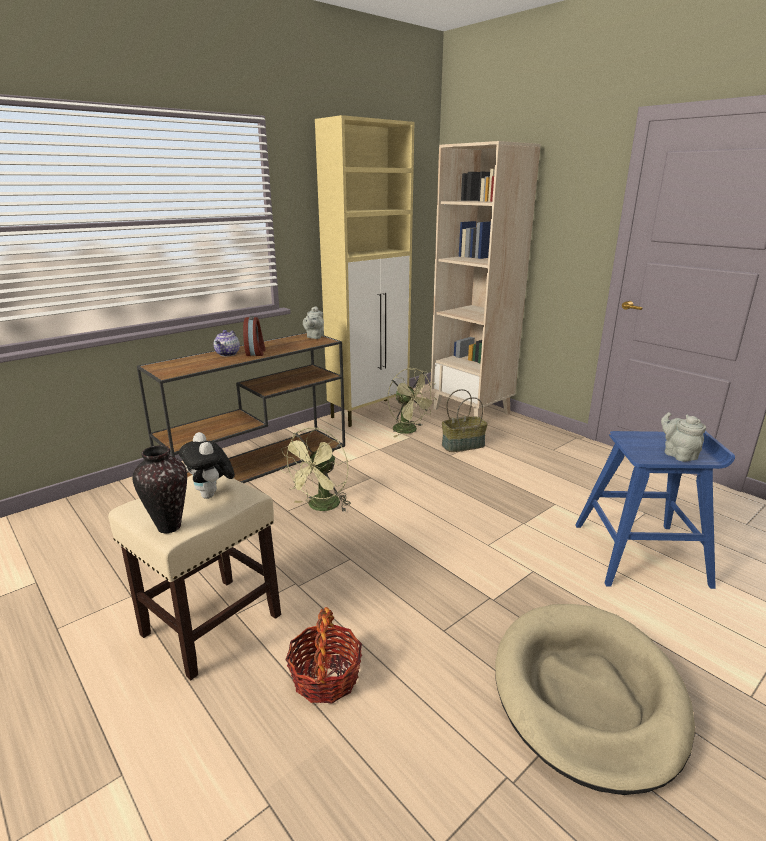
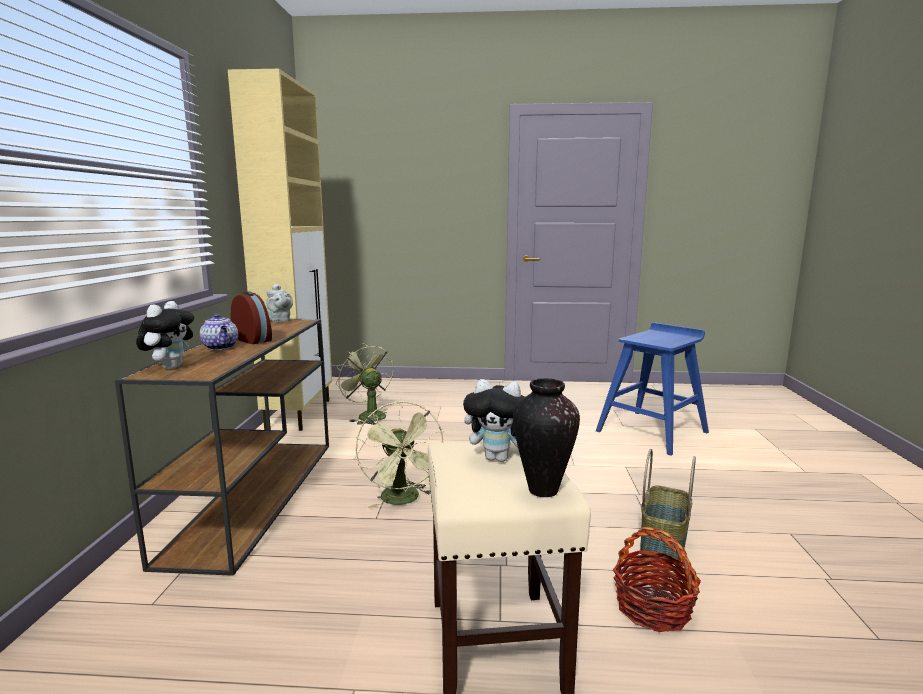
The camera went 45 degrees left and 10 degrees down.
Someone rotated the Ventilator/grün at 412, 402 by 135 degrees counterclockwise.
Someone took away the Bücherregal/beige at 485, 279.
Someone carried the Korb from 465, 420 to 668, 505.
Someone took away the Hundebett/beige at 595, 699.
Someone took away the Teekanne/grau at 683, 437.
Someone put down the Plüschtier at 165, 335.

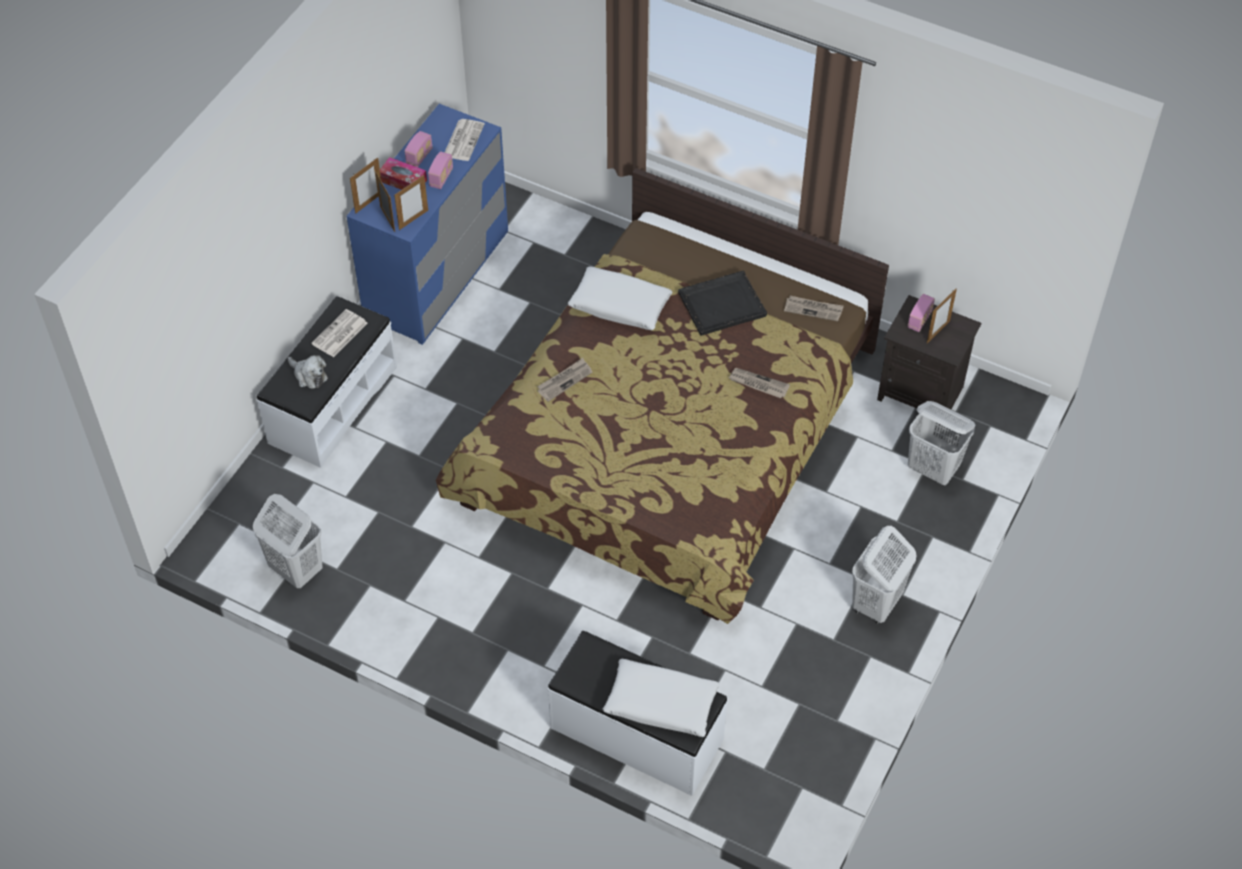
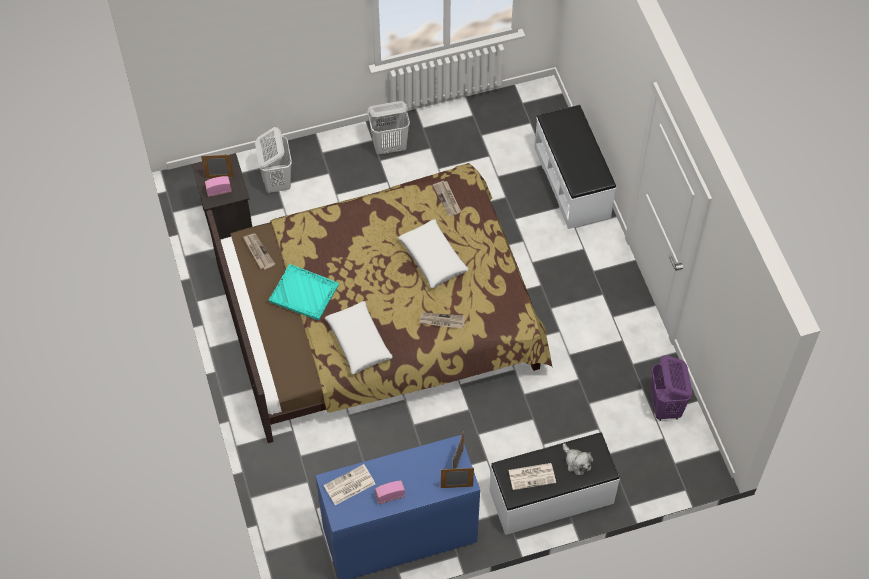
The camera went 135 degrees left and 5 degrees up.
Someone repainted the Wäschekorb/weiß at 288, 541, which became the Wäschekorb/lila at 671, 388.
Someone rotated the Plüschtier at 308, 372 by 150 degrees clockwise.
Someone took away the Taschentuchbox at 403, 173.
Someone took away the Bilderrahmen at 411, 202.
Someone took away the Radio at 440, 170.
Someone carried the Kissen/weiß from 661, 698 to 433, 254.
Someone repainted the Tablett/schwarz at 722, 303, which became the Tablett/türkis at 304, 292.
Someone carried the Zeitung from 759, 383 to 447, 199.

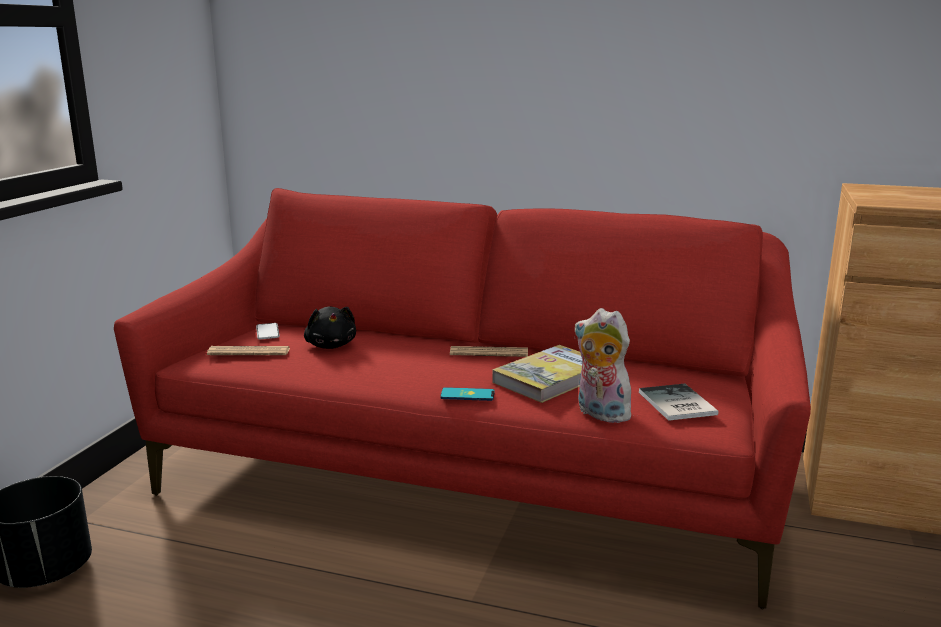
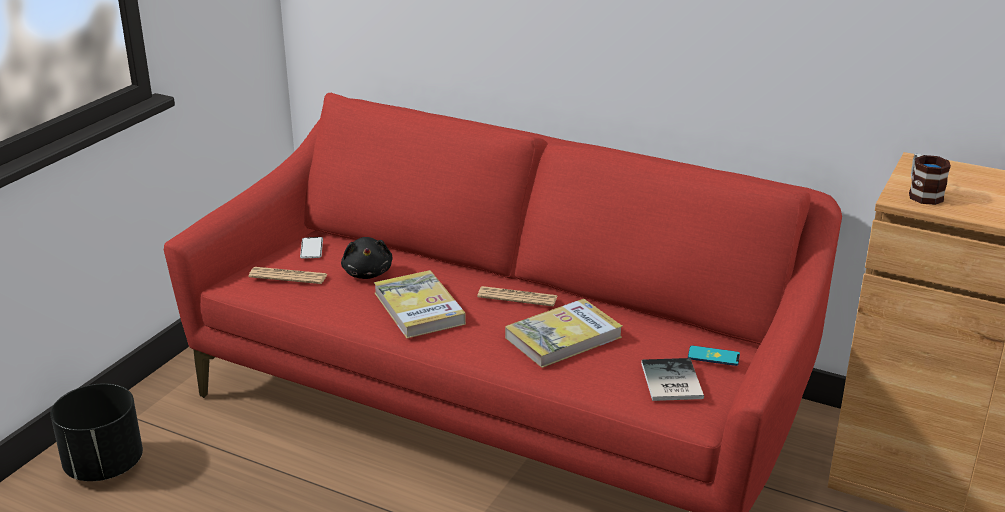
The camera went 10 degrees right and 10 degrees up.
Someone carried the Handy from 467, 394 to 714, 356.
Someone took away the Plüschtier at 604, 365.
Someone put down the Buch at 420, 304.
Someone put down the Henkelbecher at 930, 179.

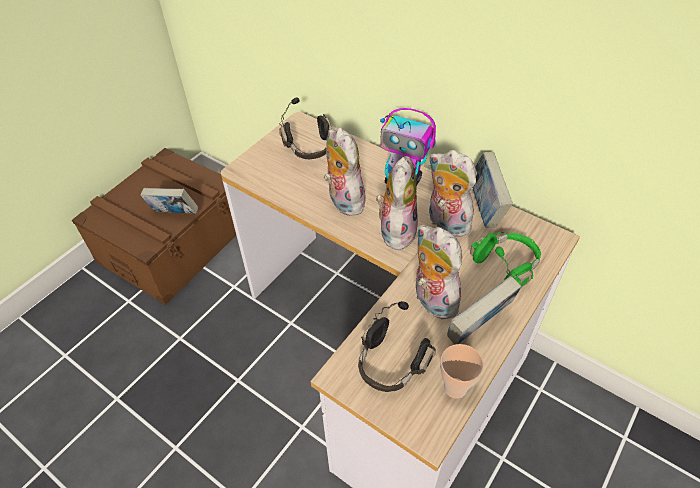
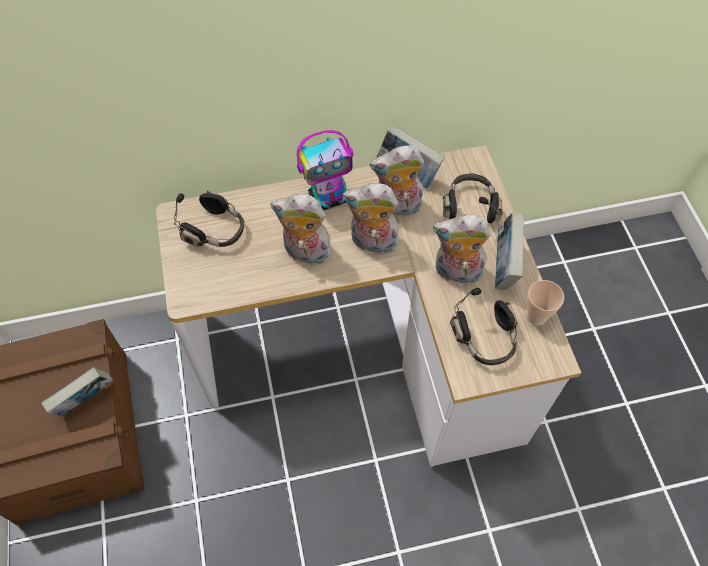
The camera went 50 degrees left and 10 degrees up.
Someone rotated the Plüschtier at 397, 203 by 45 degrees counterclockwise.
Someone repainted the Kopfhörer/grün at 505, 259, which became the Kopfhörer/schwarz at 473, 198.

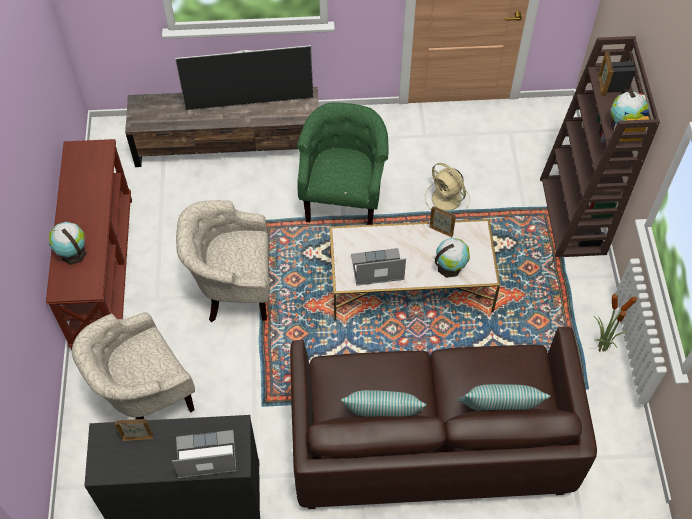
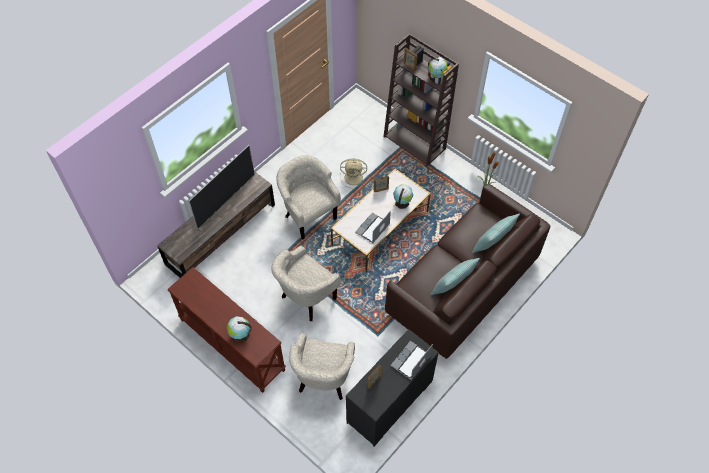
The camera went 45 degrees left and 0 degrees up.
Someone repainted the Sessel/grün at 342, 163, which became the Sessel/beige at 308, 197.

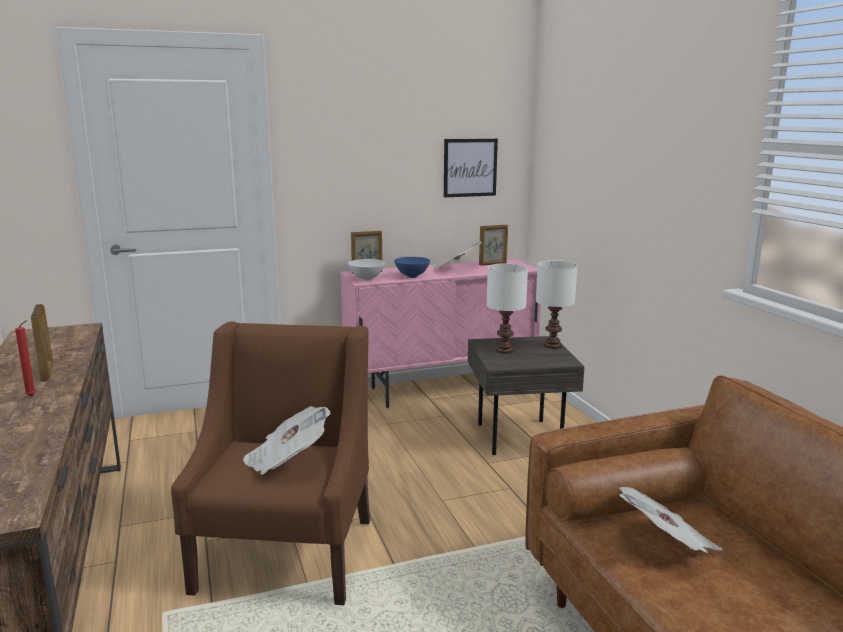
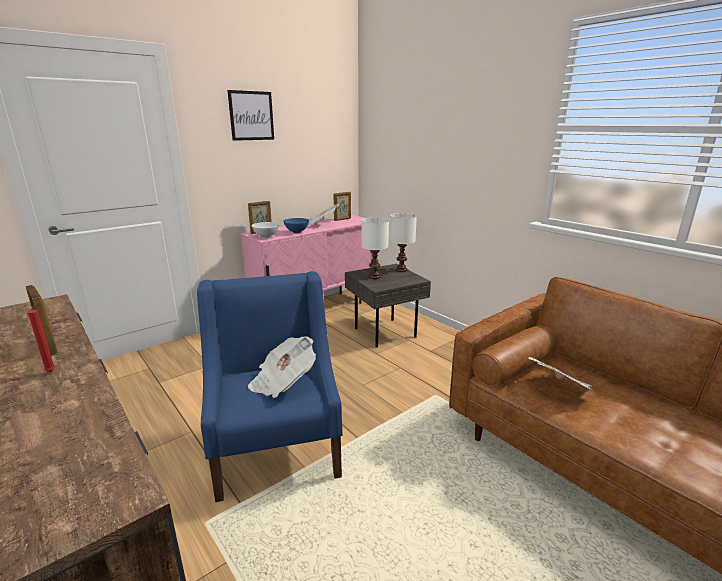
The camera went 20 degrees left and 5 degrees up.
Someone repainted the Sessel/braun at 270, 463, which became the Sessel/blau at 270, 386.
Someone carried the Bild from 471, 168 to 250, 115.

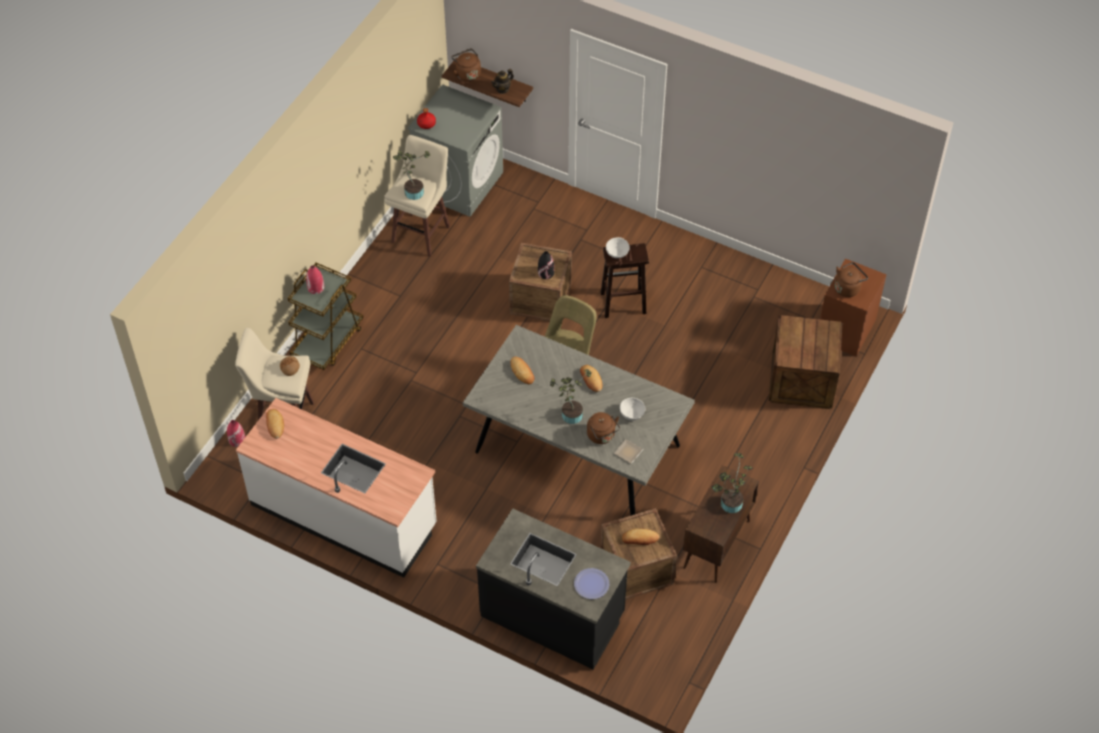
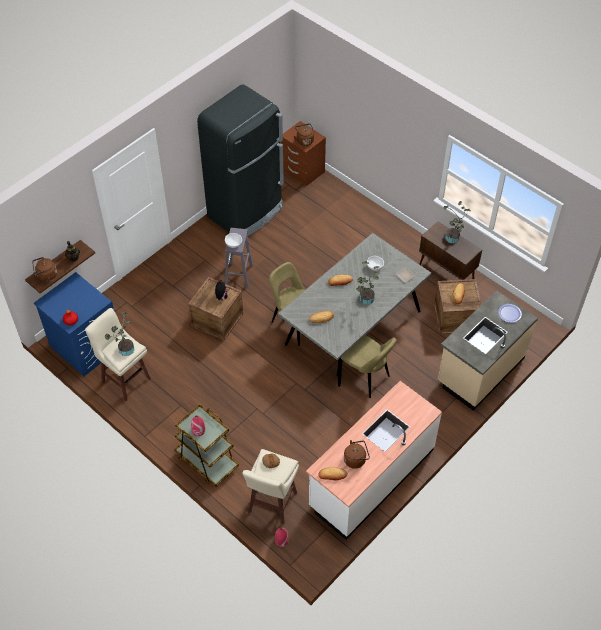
The camera went 75 degrees left and 0 degrees up.
Someone repainted the Waschmaschine/grau at 455, 150, which became the Waschmaschine/blau at 74, 324.
Someone repainted the Küchenzeile/schwarz at 553, 588, which became the Küchenzeile/beige at 488, 350.
Someone carried the Wasserkessel/braun from 603, 428 to 357, 454.
Someone repainted the Hocker/braun at 625, 280, which became the Hocker/grau at 239, 258.
Someone took away the Kiste at 805, 362.
Someone put down the Kühlschrank/schwarz at 240, 160.
Someone put down the Stuhl/beige at 366, 366.

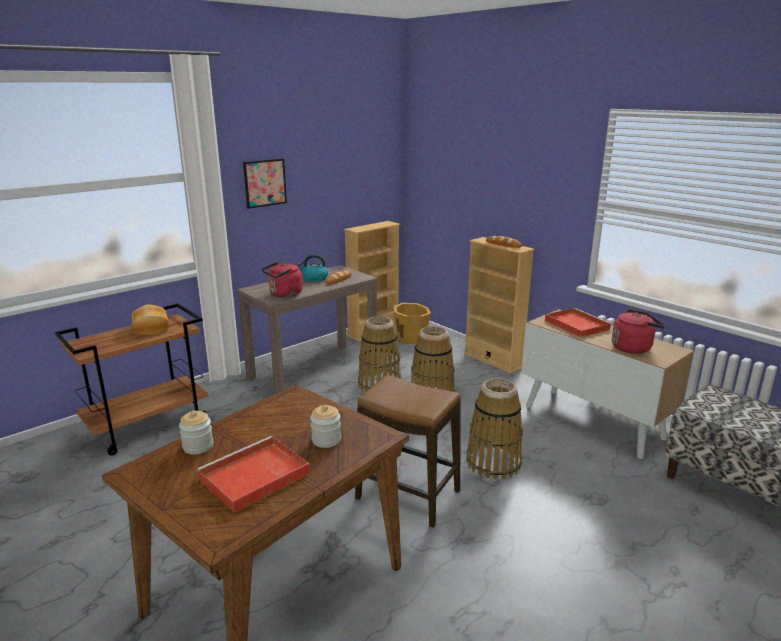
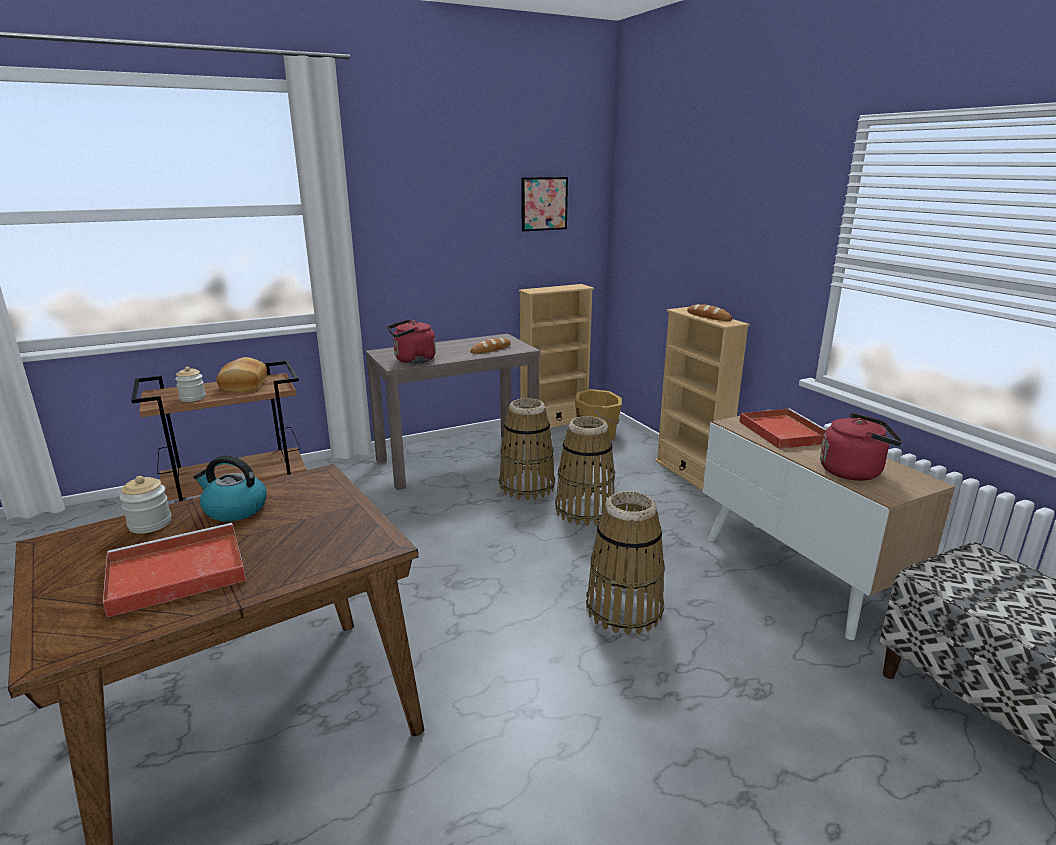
The camera went 15 degrees right and 0 degrees up.
Someone carried the Bild from 265, 184 to 544, 204.
Someone carried the Wasserkessel from 313, 268 to 230, 489.
Someone carried the Vorratsglas from 325, 426 to 190, 384.
Someone took away the Hocker at 408, 451.

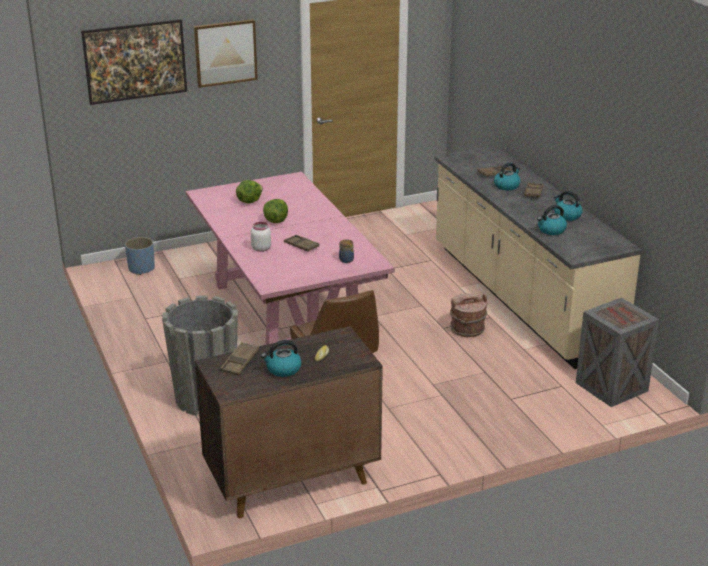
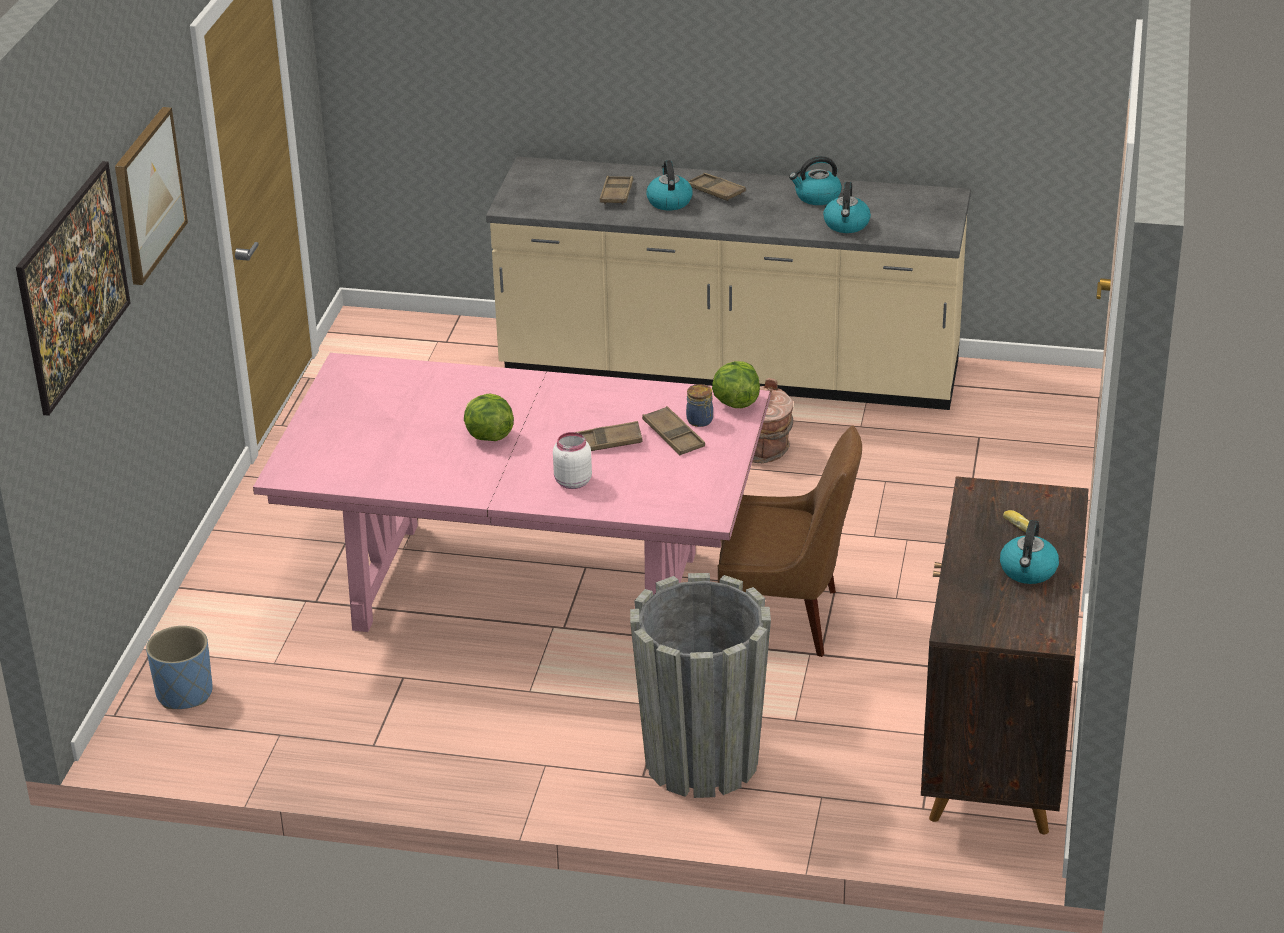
The camera went 55 degrees left and 5 degrees up.
Someone carried the Tablett/braun from 239, 358 to 673, 430.
Someone carried the Salatkopf from 249, 191 to 736, 384.
Someone took away the Kiste at 617, 352.

